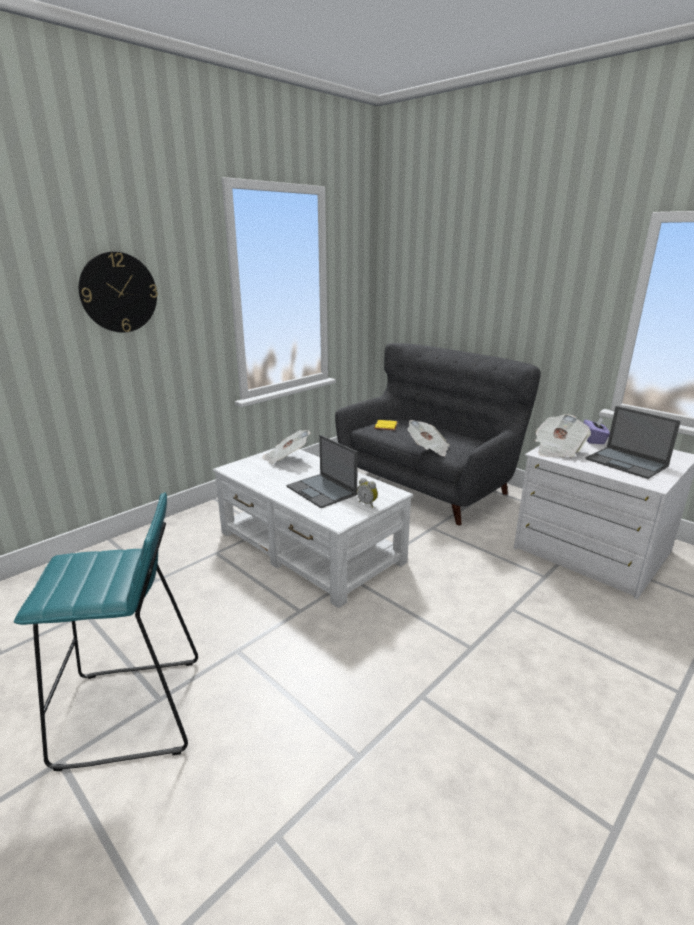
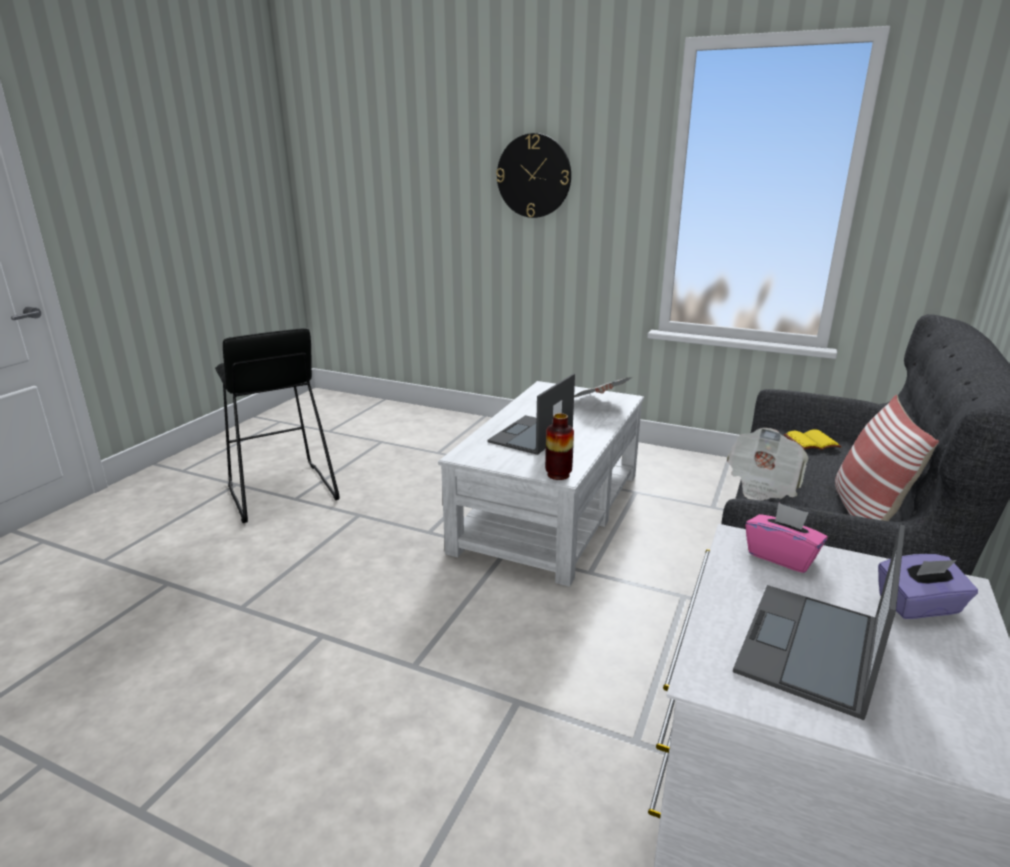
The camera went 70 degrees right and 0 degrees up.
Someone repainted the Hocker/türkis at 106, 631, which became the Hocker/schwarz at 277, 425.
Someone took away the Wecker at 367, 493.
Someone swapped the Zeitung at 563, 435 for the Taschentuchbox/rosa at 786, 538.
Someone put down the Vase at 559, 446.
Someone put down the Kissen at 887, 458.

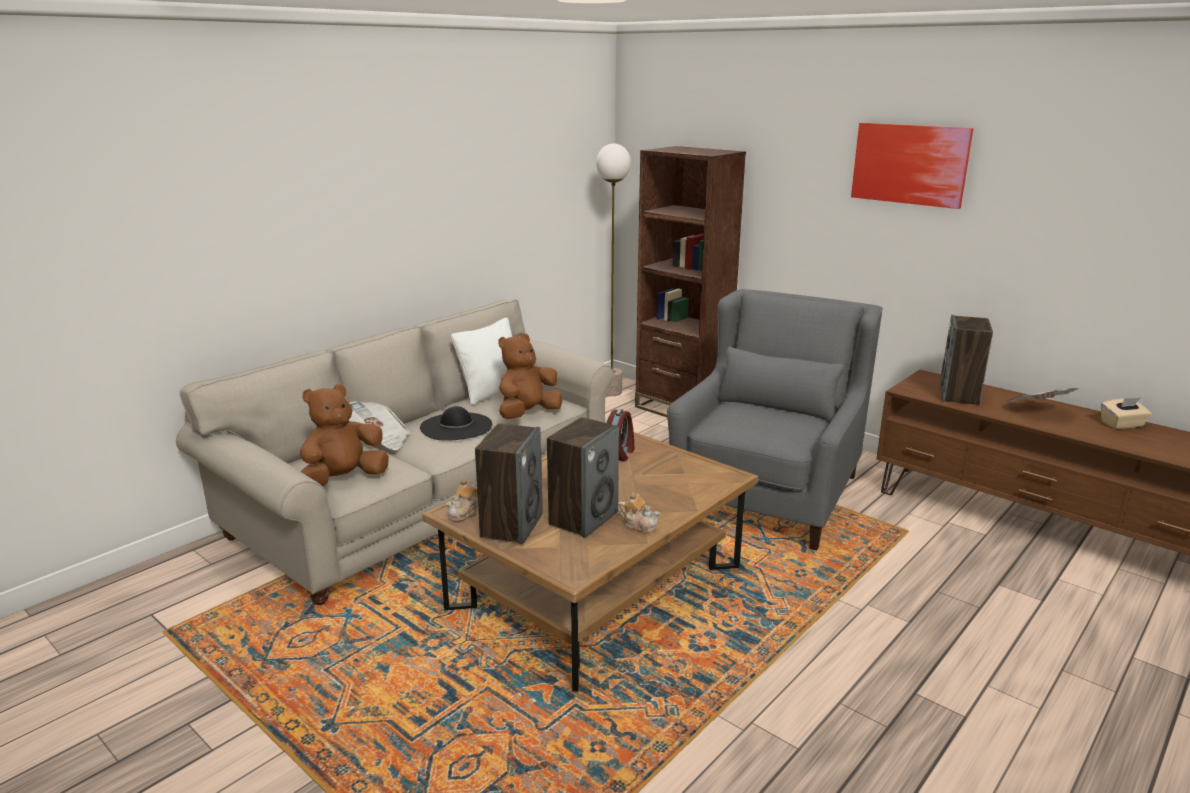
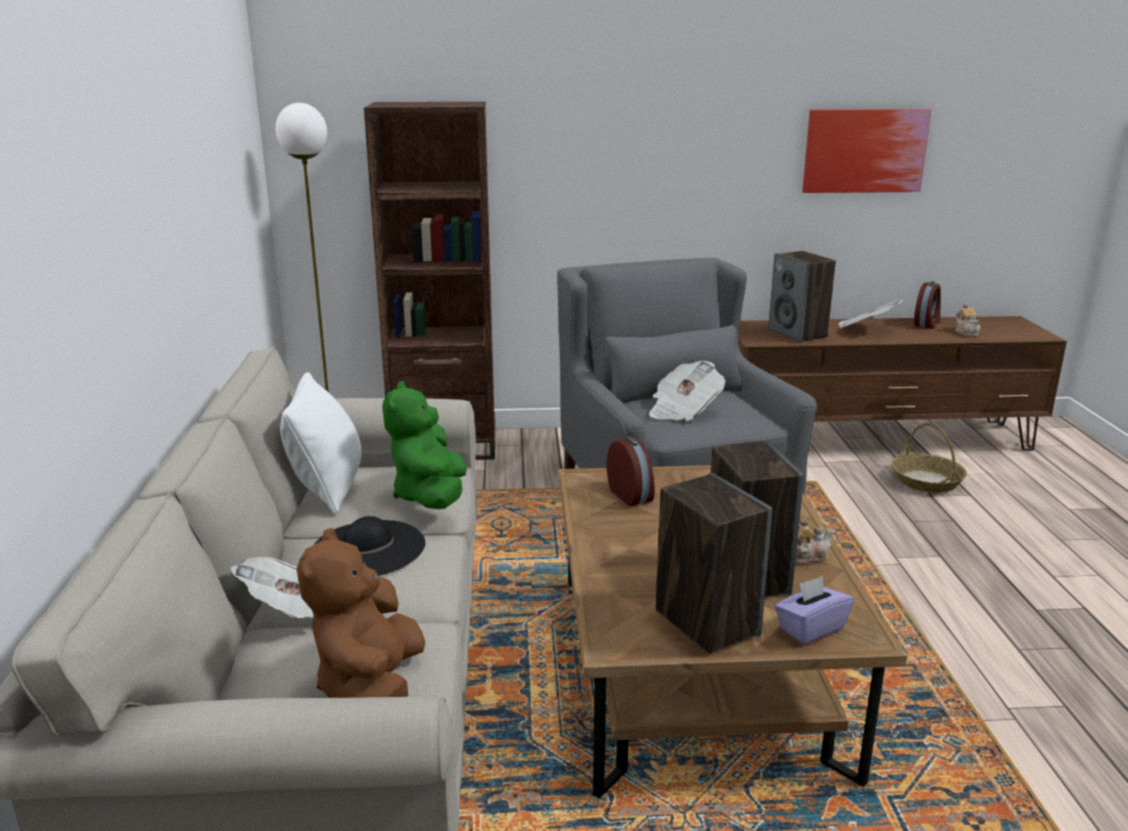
The camera went 45 degrees left and 0 degrees up.
Someone carried the Teekanne from 462, 500 to 967, 320.
Someone repainted the Plüschtier/braun at 530, 376, which became the Plüschtier/grün at 424, 445.
Someone carried the Bild from 912, 166 to 866, 151.
Someone swapped the Taschentuchbox/beige at 1126, 413 for the Wecker at 927, 305.
Someone put down the Zeitung at 687, 391.
Someone put down the Taschentuchbox/lila at 814, 610.
Someone put down the Korb at 929, 458.

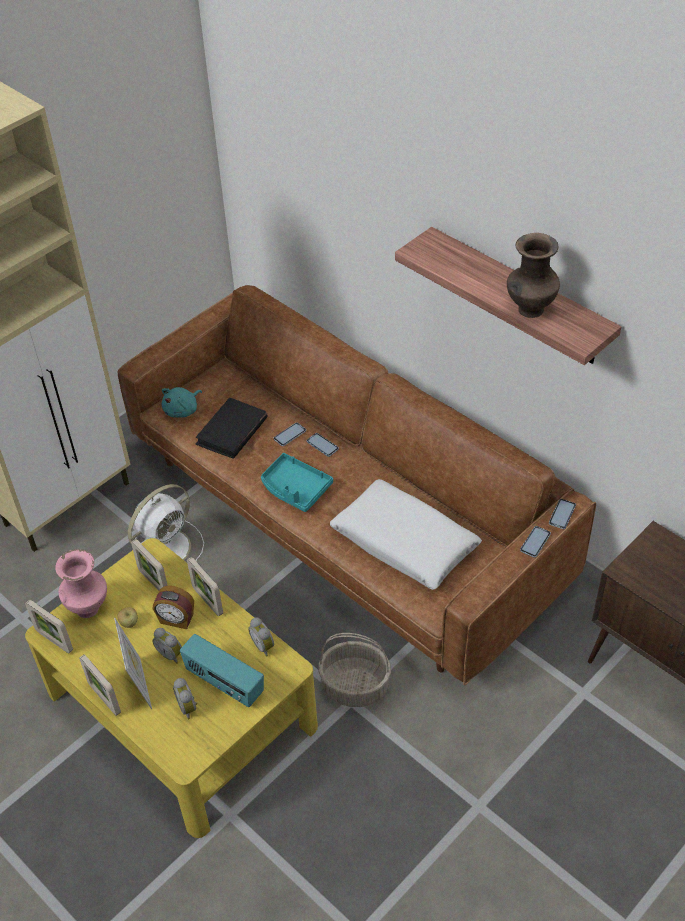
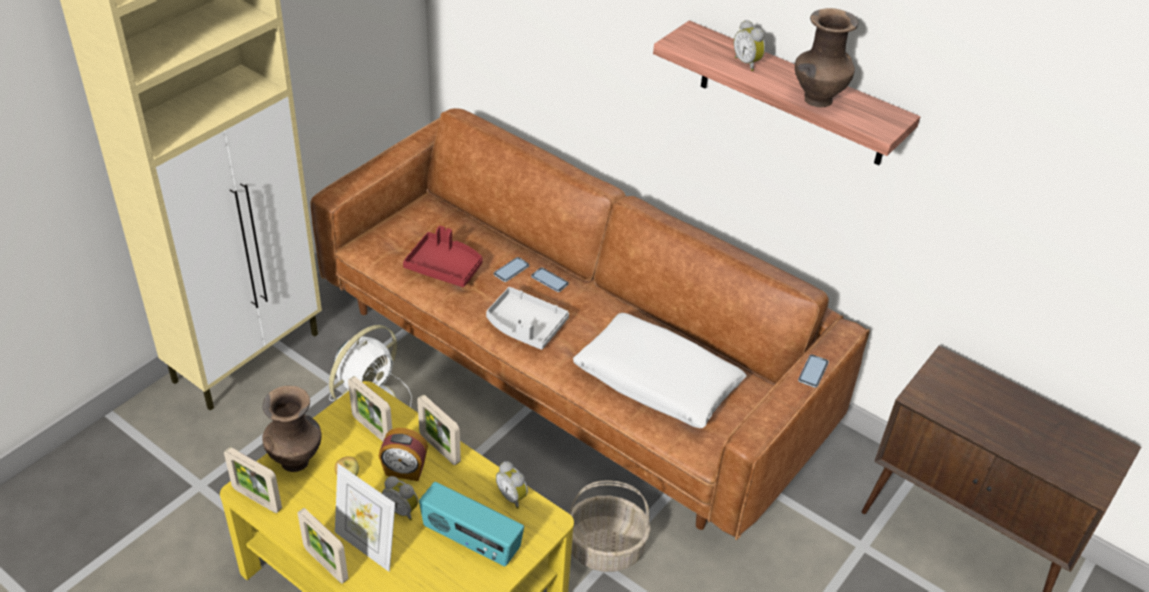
The camera went 10 degrees left and 5 degrees down.
Someone repainted the Vase/rosa at 81, 583, which became the Vase/braun at 291, 429.
Someone rotated the Bilderrahmen at 133, 663 by 150 degrees clockwise.
Someone took away the Plüschtier/türkis at 182, 402.
Someone carried the Wecker from 185, 698 to 749, 45.
Someone swapped the Buch/schwarz at 231, 428 for the Tablett/rot at 443, 256.
Someone repainted the Tablett/türkis at 297, 482, which became the Tablett/grau at 527, 318.
Someone took away the Handy at 562, 514.

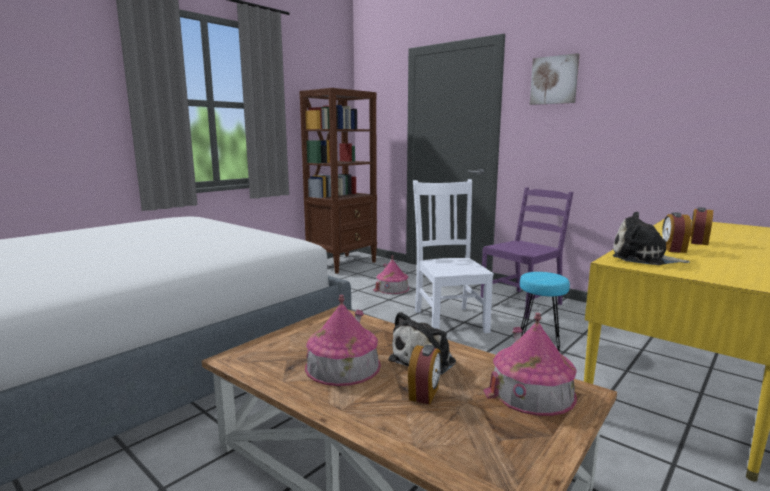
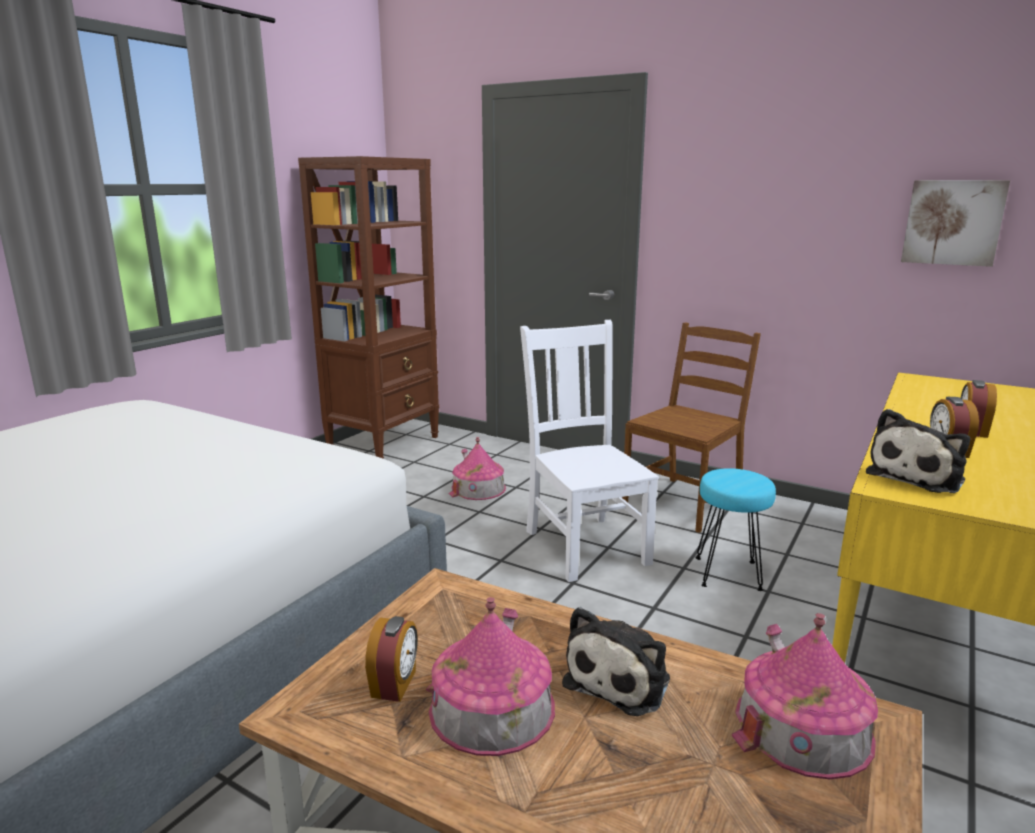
The camera went 10 degrees left and 5 degrees up.
Someone carried the Wecker from 425, 375 to 391, 659.
Someone repainted the Stuhl/lila at 527, 253, which became the Stuhl/braun at 691, 427.
Someone carried the Bild from 555, 79 to 955, 223.
Someone rotated the Plüschtier at 651, 238 by 60 degrees counterclockwise.

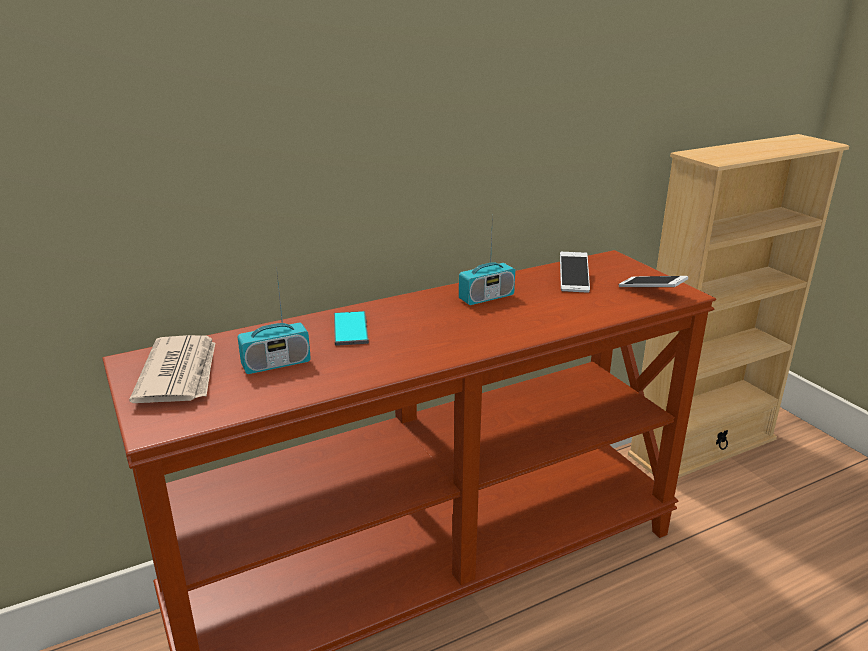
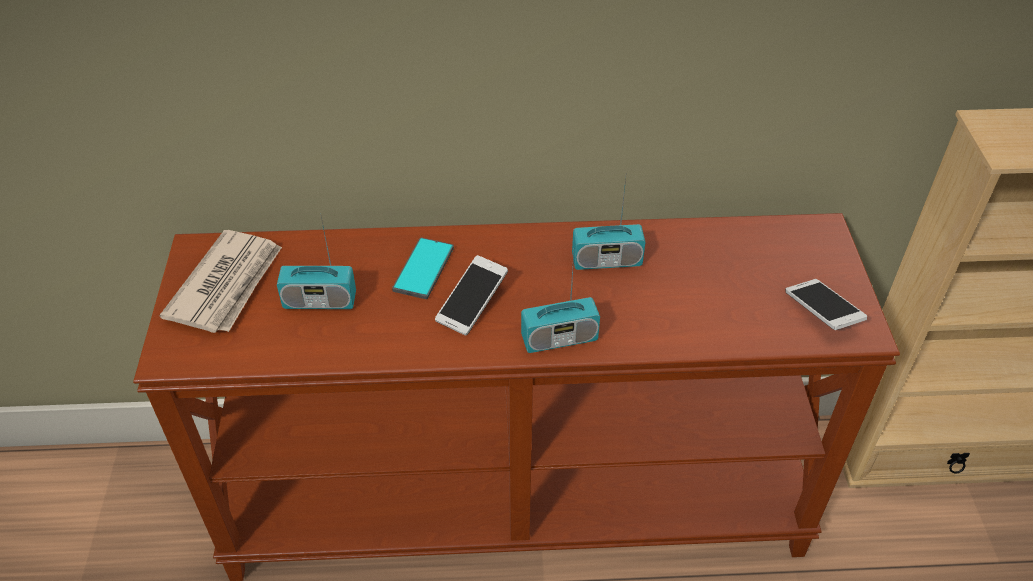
The camera went 25 degrees right and 20 degrees up.
Someone carried the Handy from 575, 272 to 471, 295.
Someone put down the Radio at 560, 303.

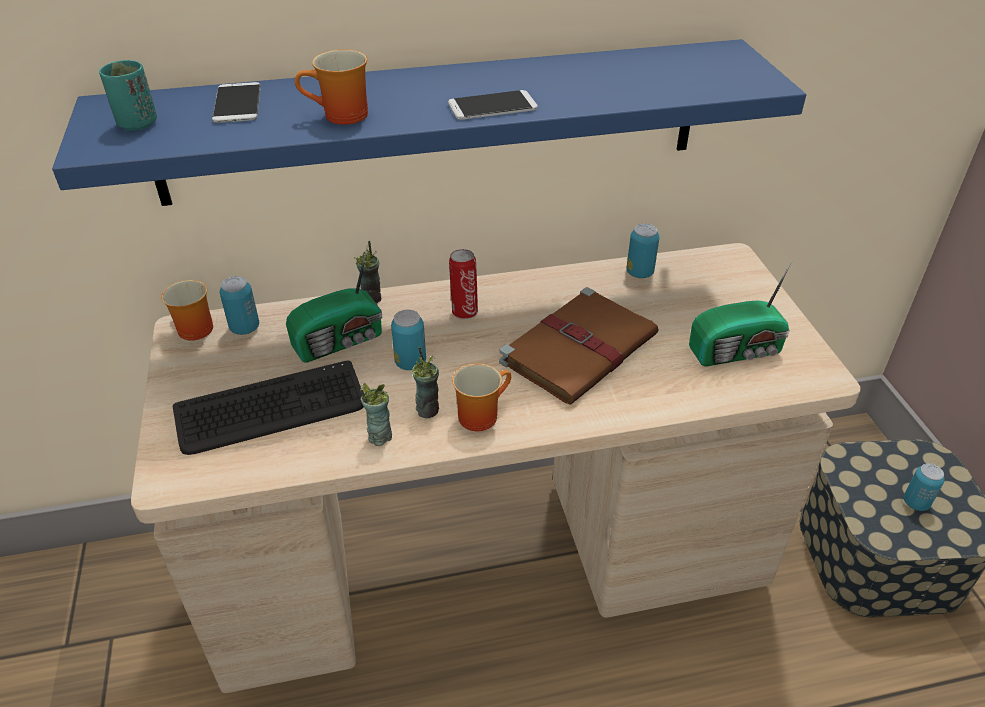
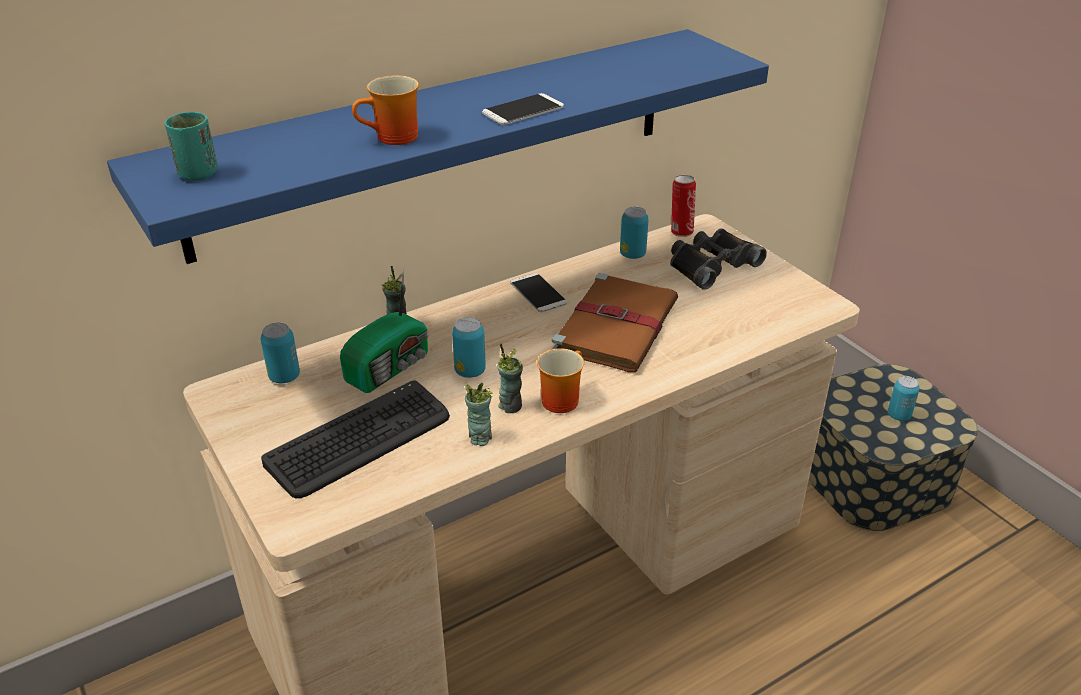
The camera went 20 degrees left and 5 degrees down.
Someone took away the Henkelbecher at 187, 310.
Someone carried the Handy from 236, 102 to 538, 292.
Someone carried the Dose from 463, 284 to 683, 206.
Someone took away the Radio at 740, 314.
Someone put down the Fernglas/schwarz at 718, 259.

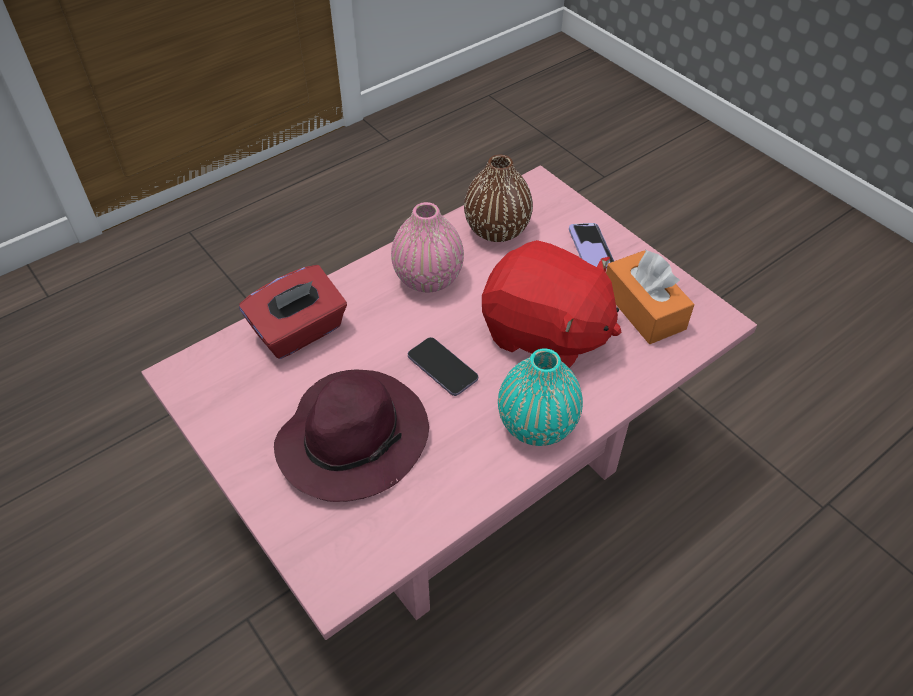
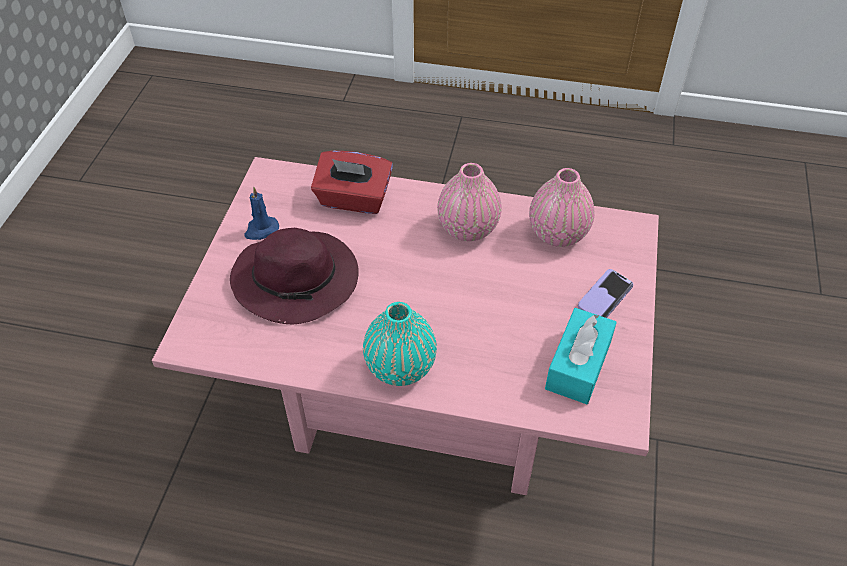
The camera went 50 degrees right and 0 degrees up.
Someone took away the Handy at 443, 366.
Someone repainted the Vase/braun at 498, 198, which became the Vase/rosa at 562, 207.
Someone took away the Plüschtier/rot at 552, 304.
Someone repainted the Taschentuchbox/orange at 650, 297, which became the Taschentuchbox/türkis at 581, 356.
Someone put down the Kerze/blau at 261, 213.

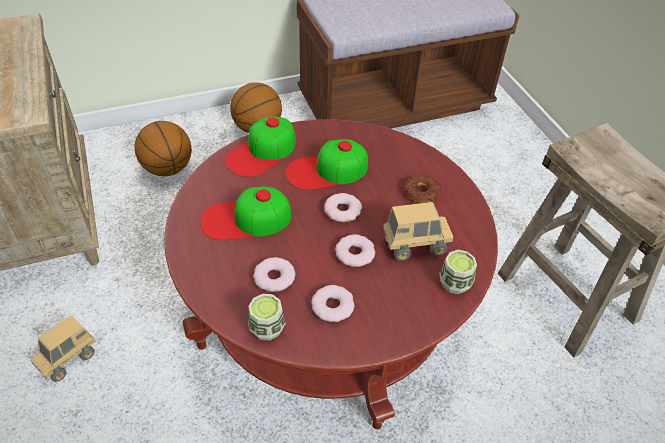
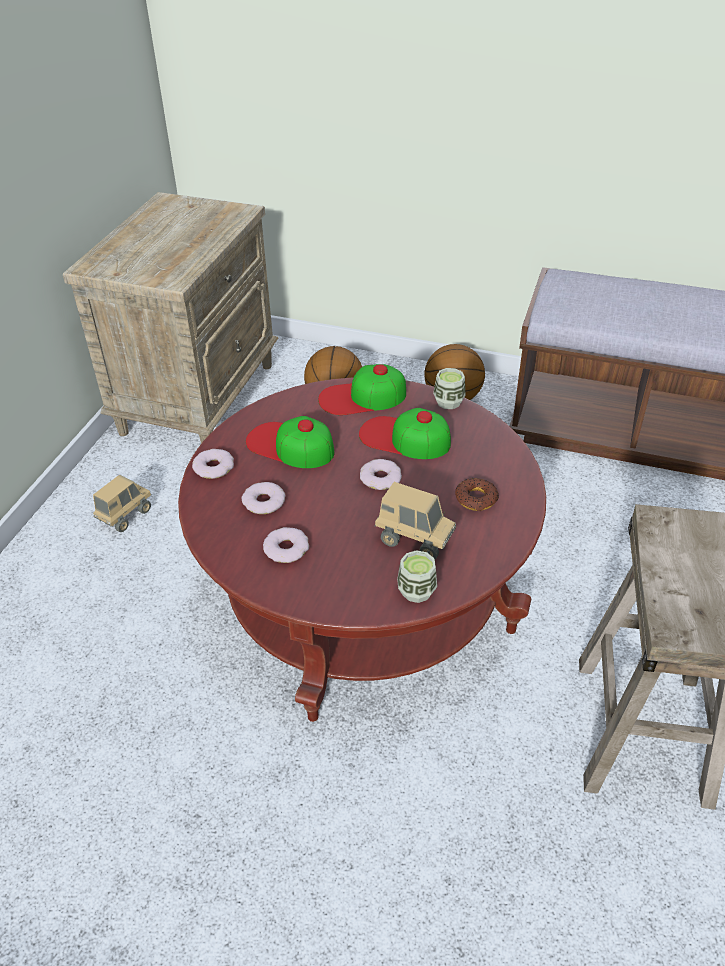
The camera went 40 degrees right and 5 degrees down.
Someone rotated the Spielzeuglaster at 63, 349 by 135 degrees clockwise.
Someone carried the Tasse from 266, 317 to 449, 388.
Someone carried the Donut from 355, 250 to 213, 464.

